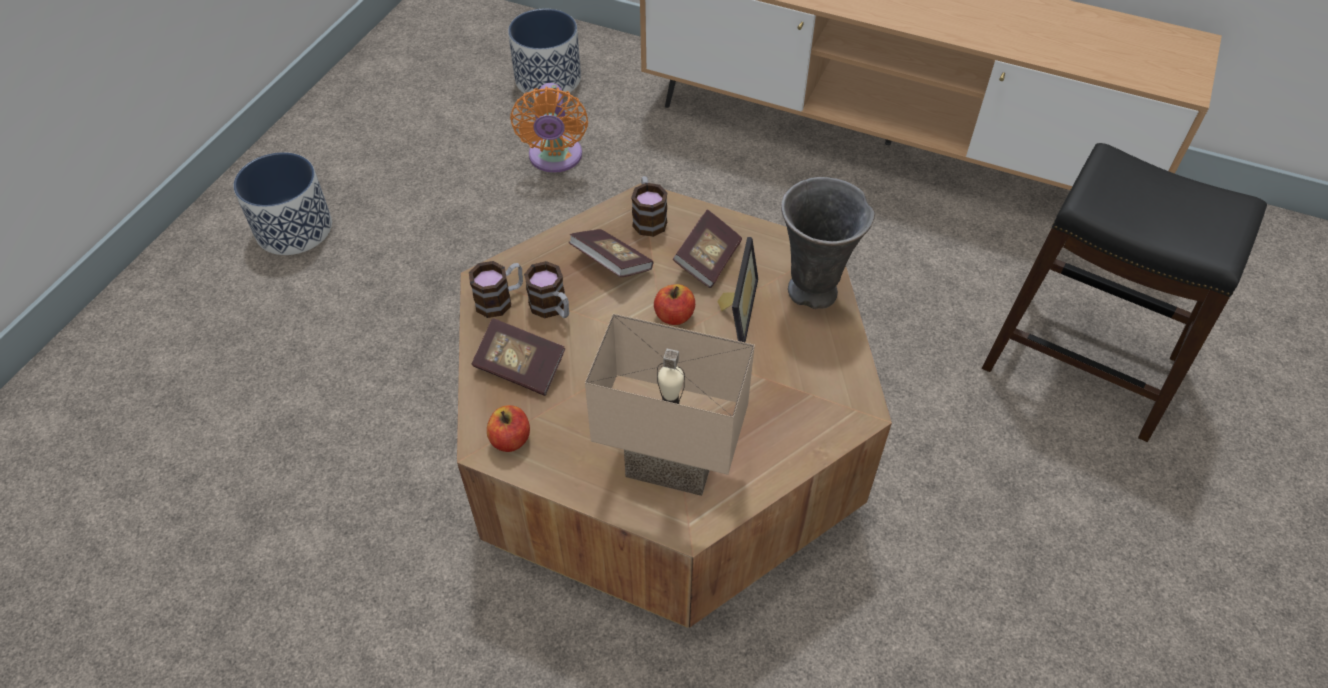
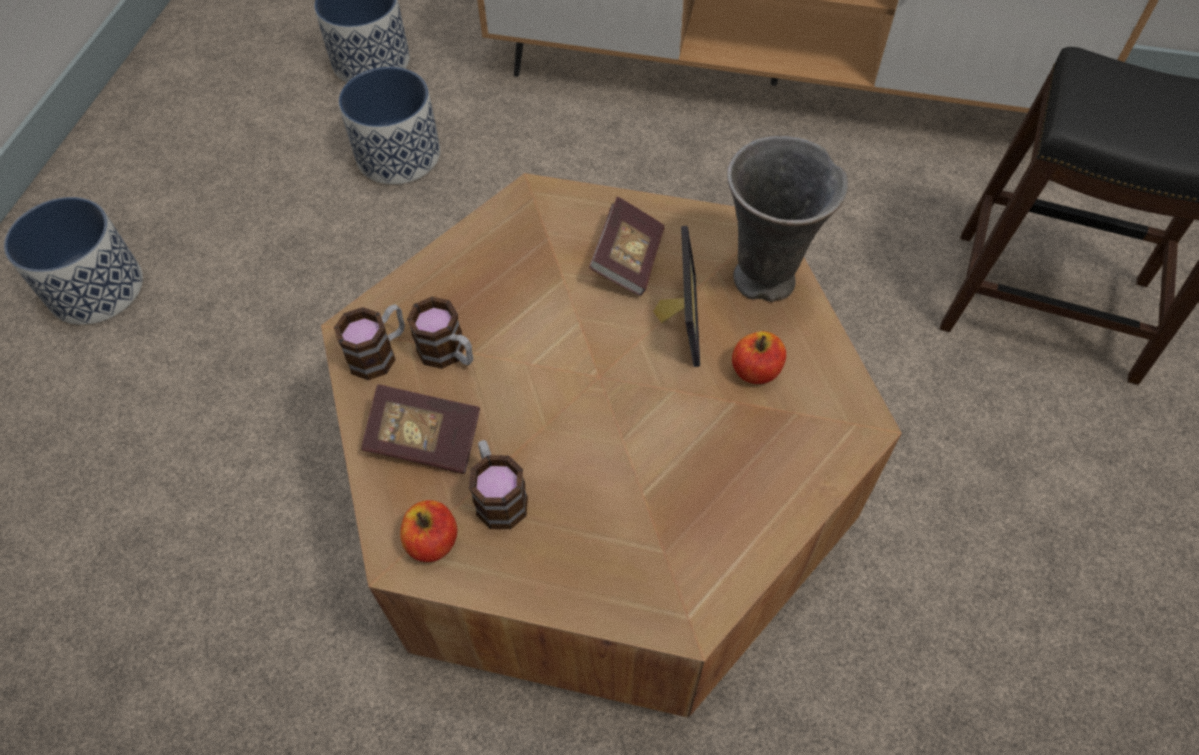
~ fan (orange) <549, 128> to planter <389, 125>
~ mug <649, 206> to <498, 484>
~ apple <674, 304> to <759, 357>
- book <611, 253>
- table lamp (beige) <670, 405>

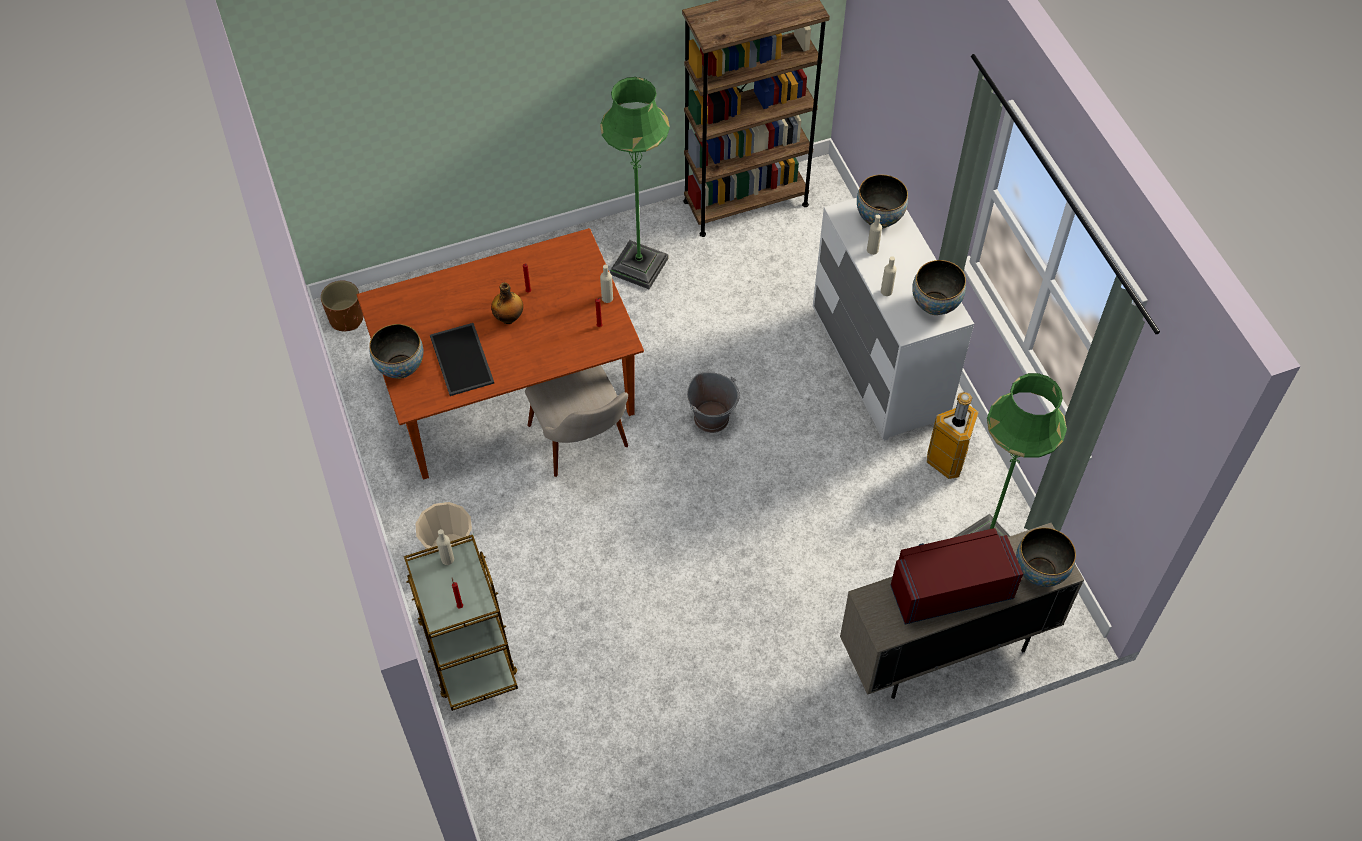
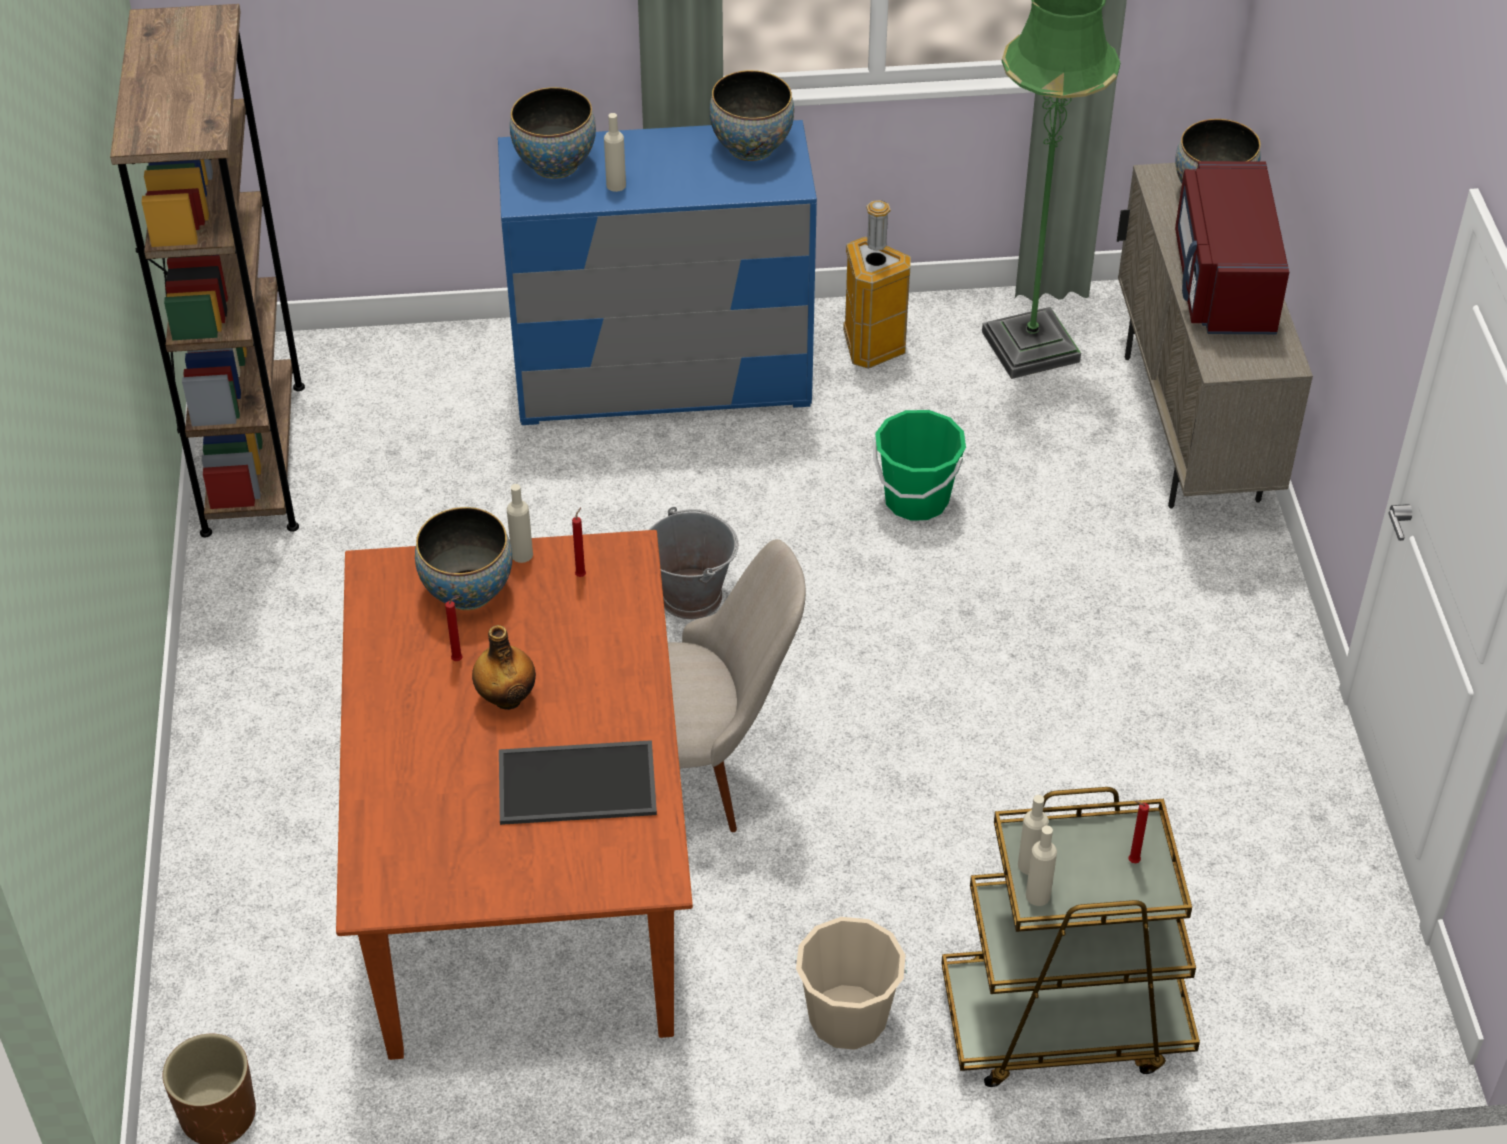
~ bowl <396, 351> to <463, 558>
~ dresser (white) <893, 319> to dresser (blue) <657, 272>
+ bucket (green) <919, 465>
~ bottle (beige) <889, 276> to <1041, 866>
- floor lamp (green) <635, 183>

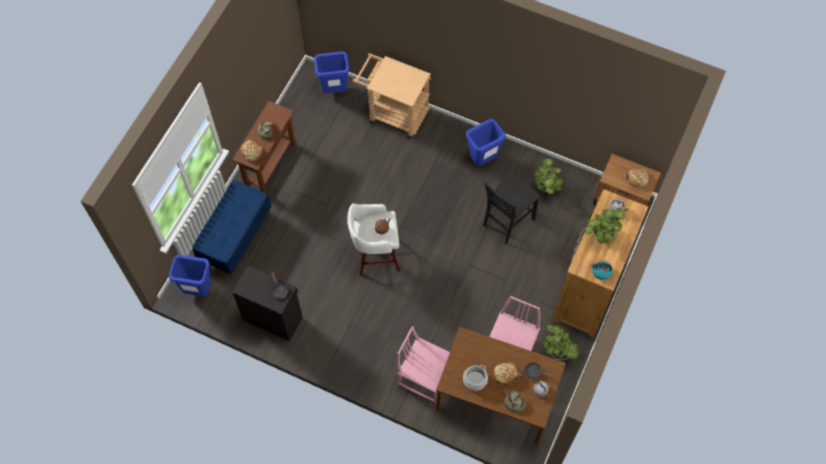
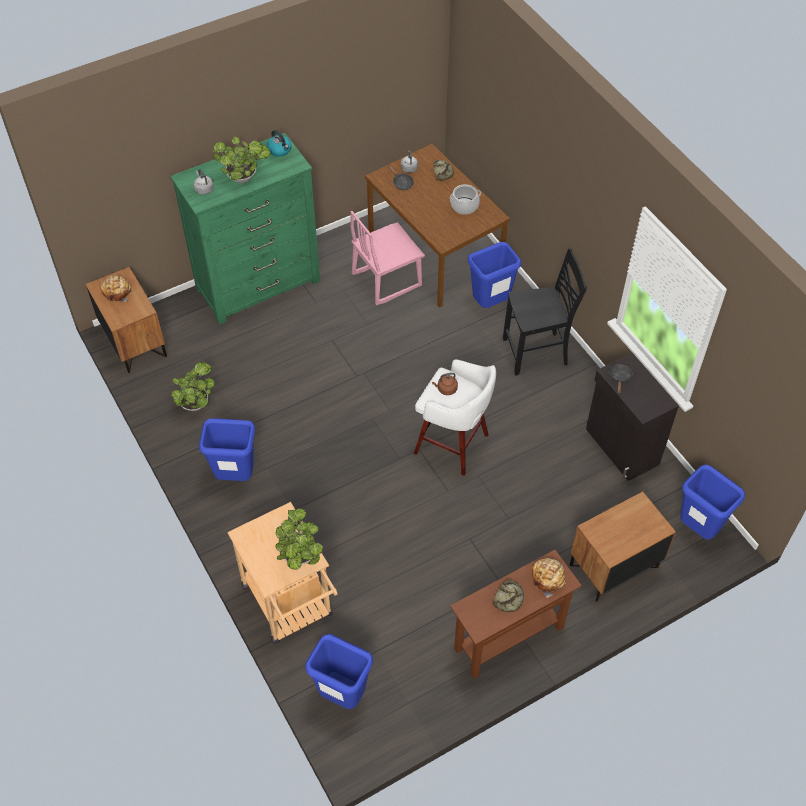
~ dresser (brown) <600, 263> to dresser (green) <245, 228>
~ potted plant <561, 342> to <299, 539>
~ chair (pink) <423, 364> to trash can (blue) <494, 275>
~ chair (black) <511, 208> to <545, 312>
~ bench (blue) <231, 228> to nightstand (brown) <623, 547>
- bread <507, 374>

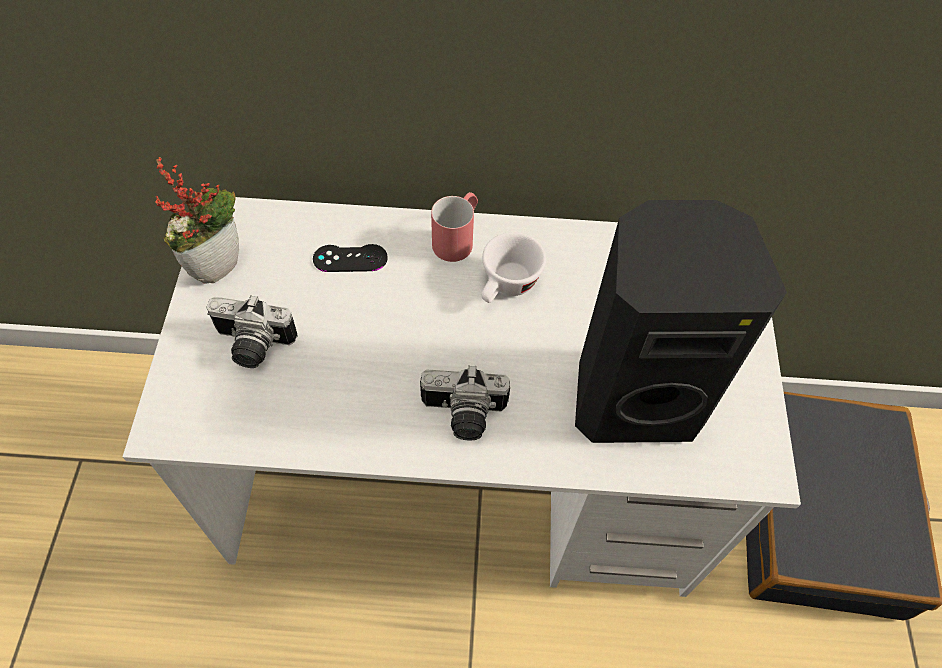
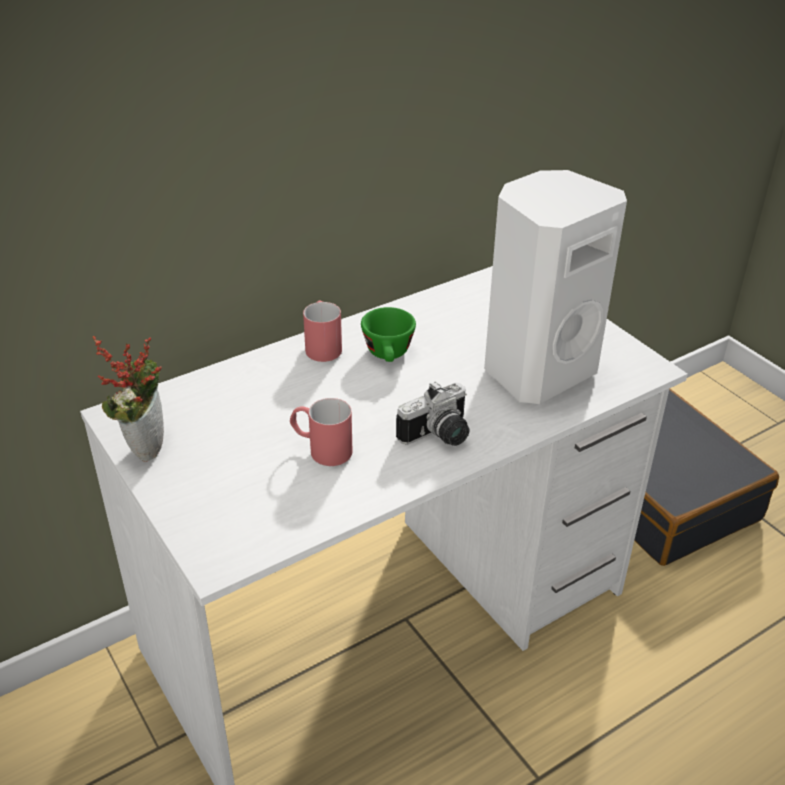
+ mug (red) <321, 432>
~ cup (white) <514, 267> to cup (green) <388, 334>
~ speaker (black) <681, 321> to speaker (white) <555, 287>
- photo camera <252, 331>
- game controller (black) <350, 258>

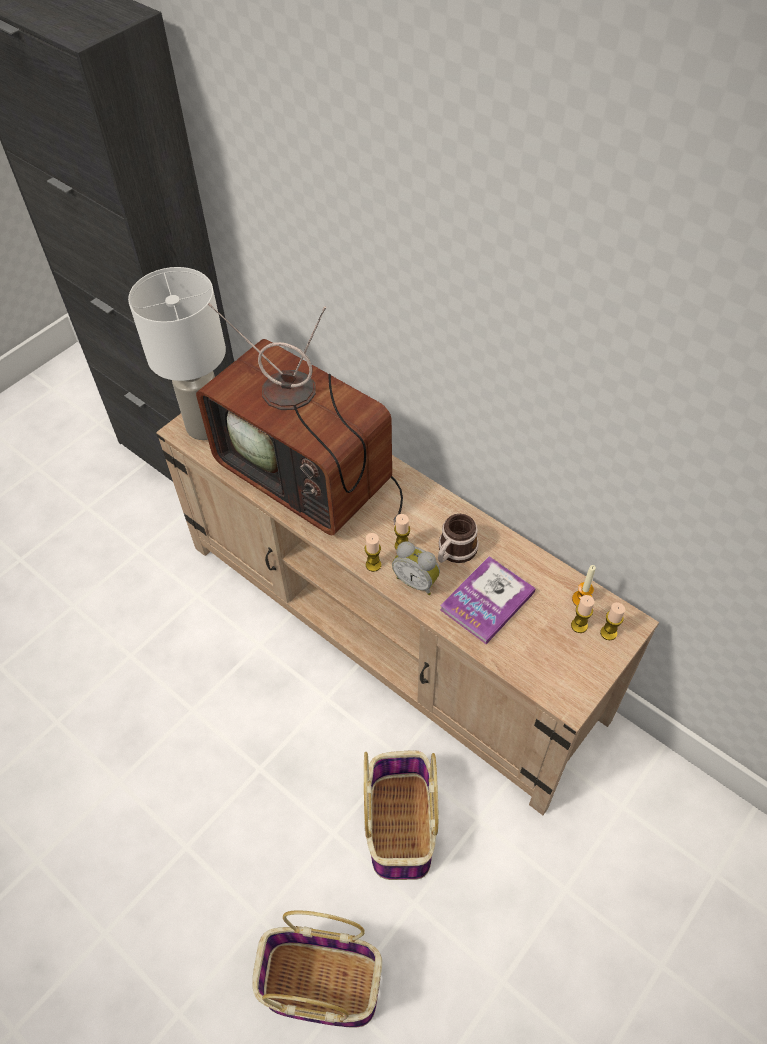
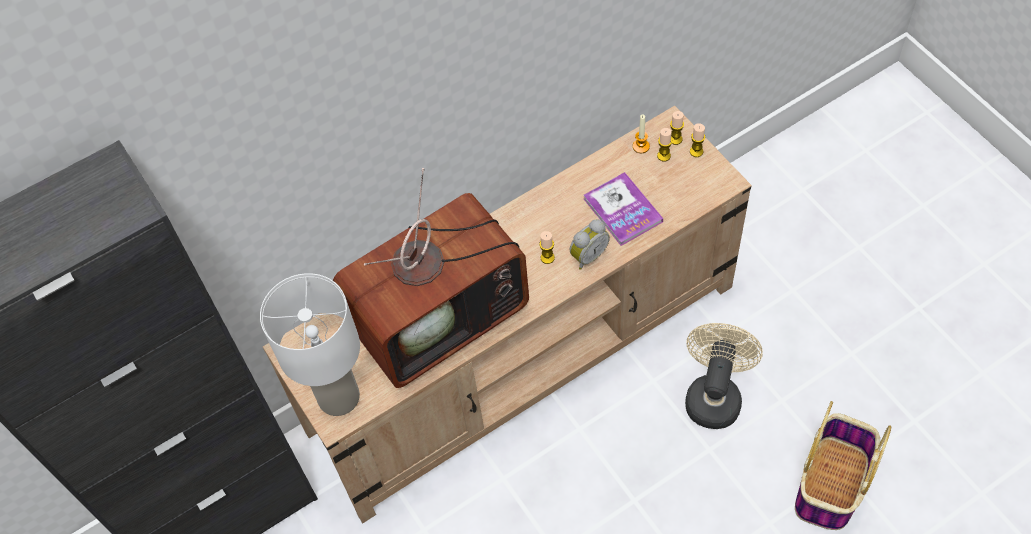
~ basket <401, 815> to fan (beige) <724, 376>
~ candle <373, 552> to <697, 140>
- mug <458, 538>

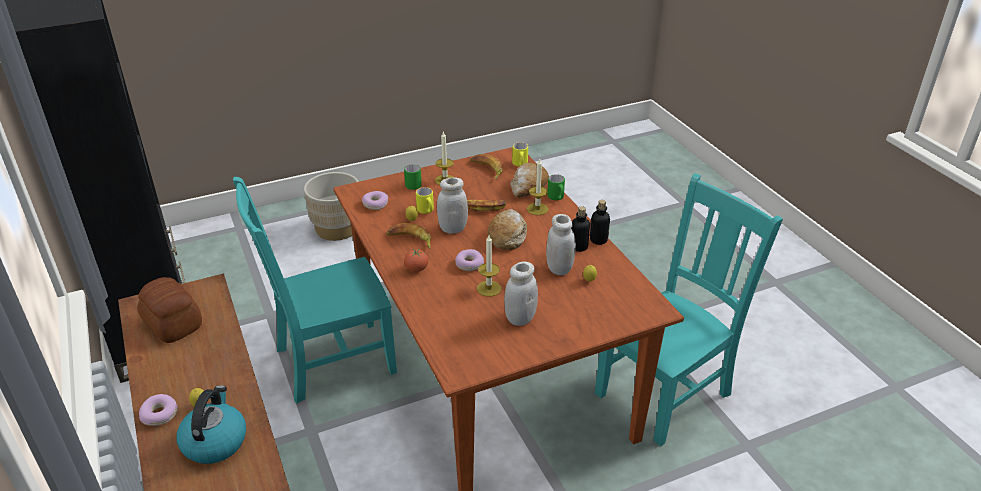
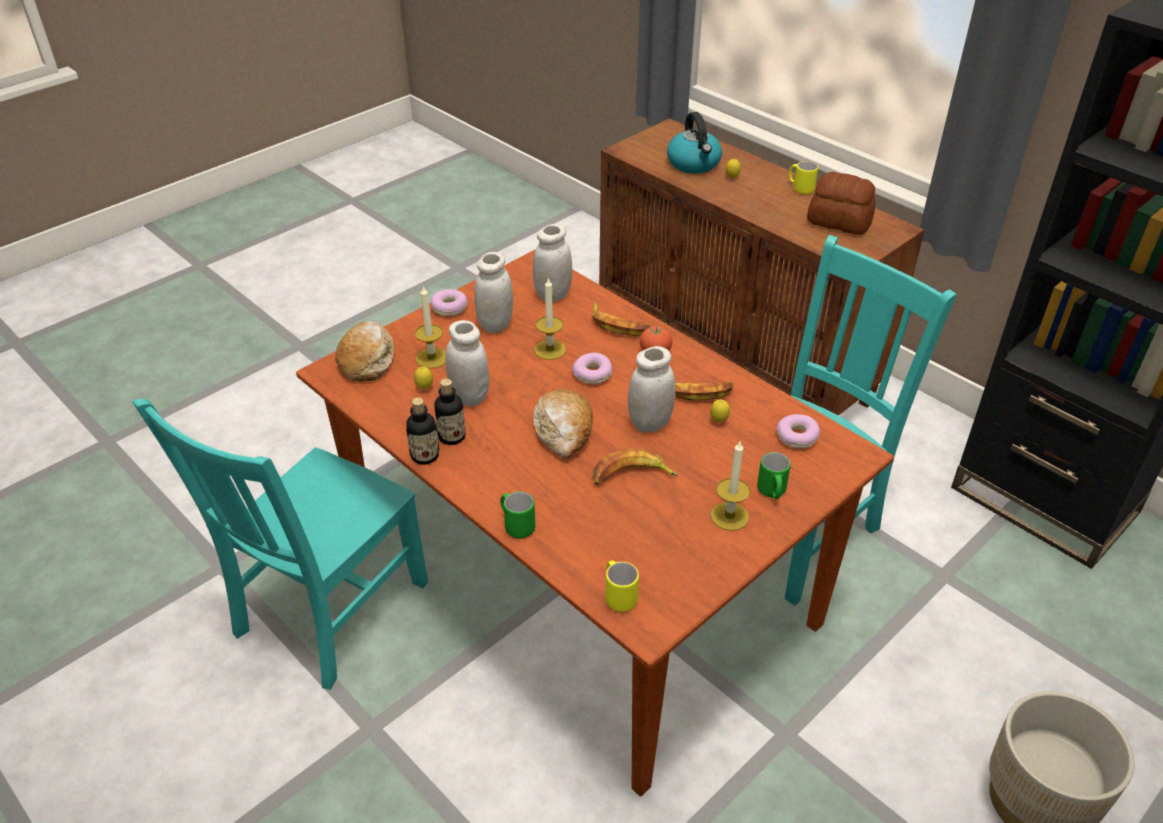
~ bread <529, 180> to <364, 351>
~ candle <537, 186> to <430, 327>
~ donut <158, 410> to <449, 302>
+ jar (white) <552, 263>
~ banana <486, 167> to <621, 319>
~ mug (yellow) <425, 200> to <803, 177>

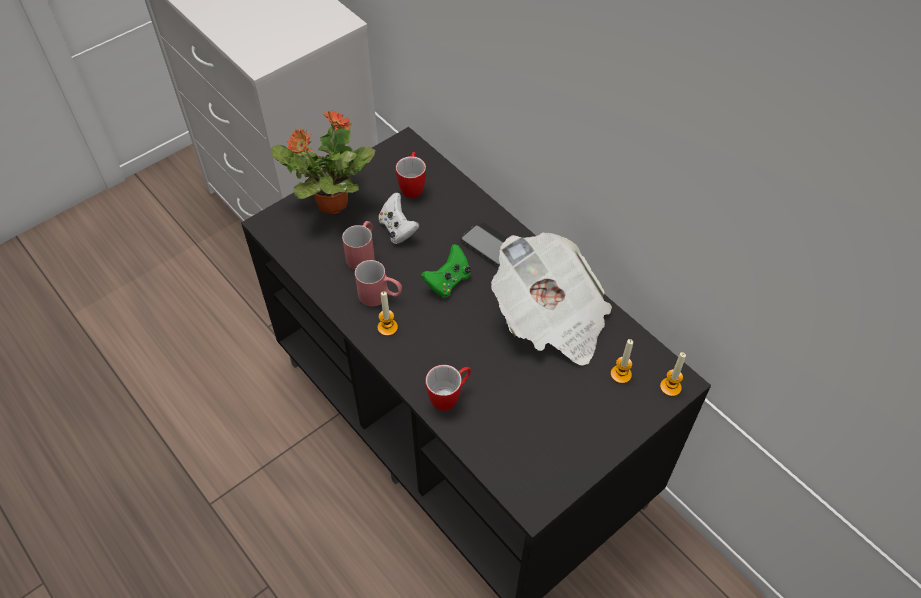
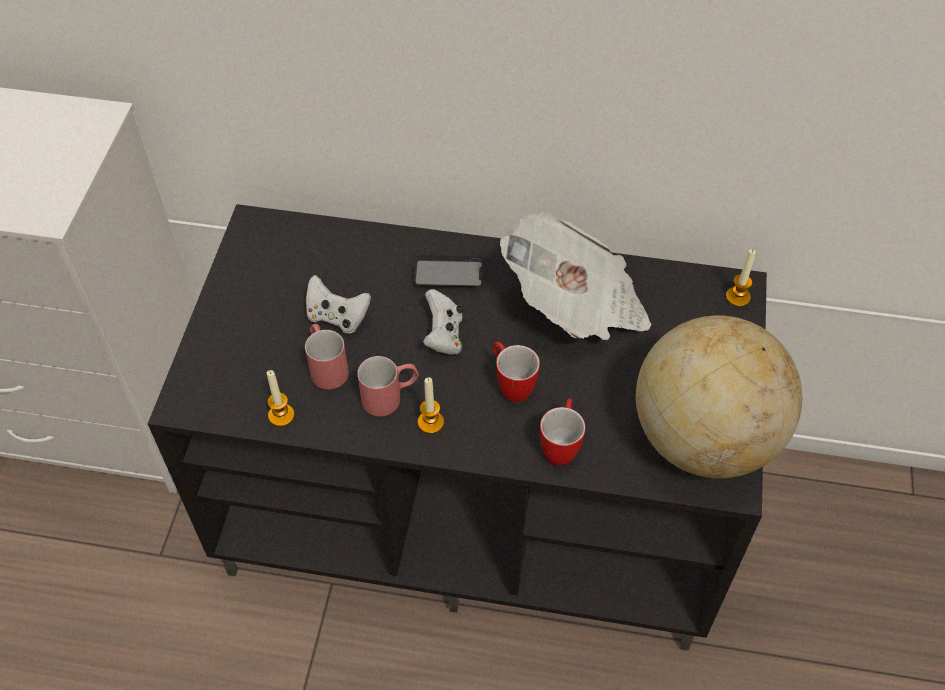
~ candle <622, 361> to <281, 398>
~ game controller (green) <446, 270> to game controller (white) <443, 322>
~ mug <411, 175> to <516, 372>
+ globe <719, 396>
- potted plant <323, 162>

